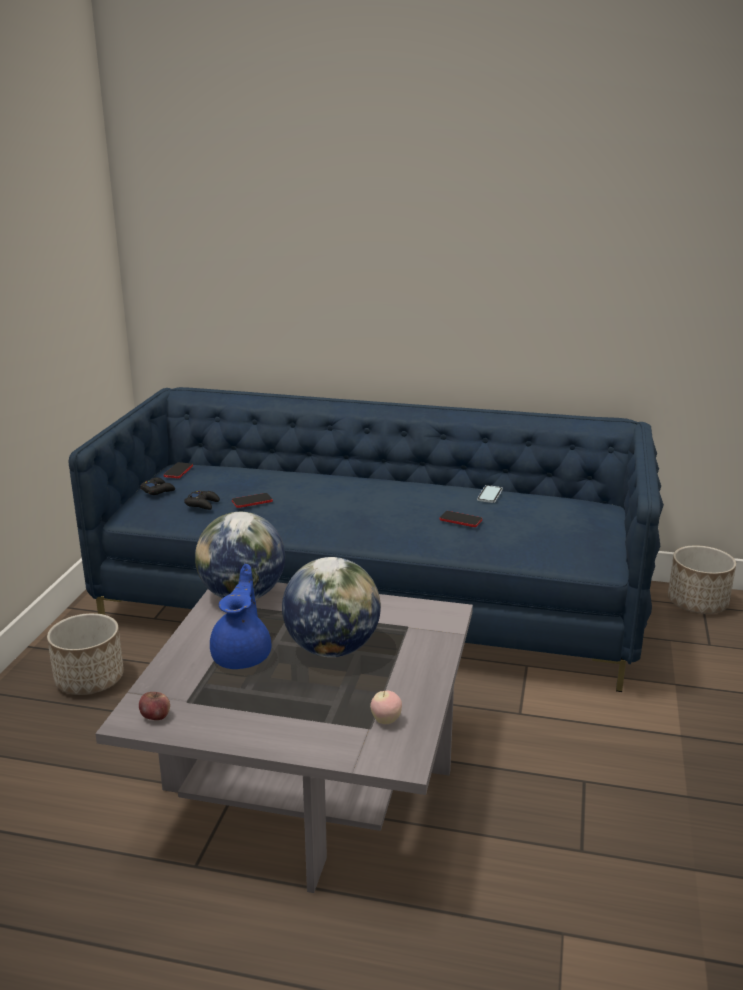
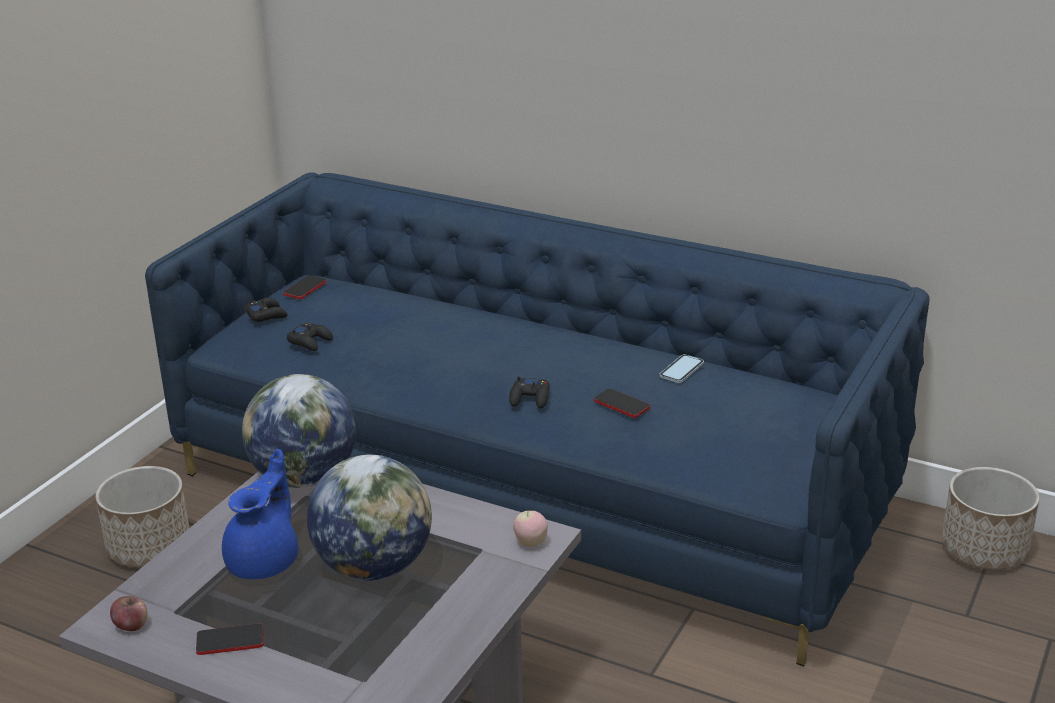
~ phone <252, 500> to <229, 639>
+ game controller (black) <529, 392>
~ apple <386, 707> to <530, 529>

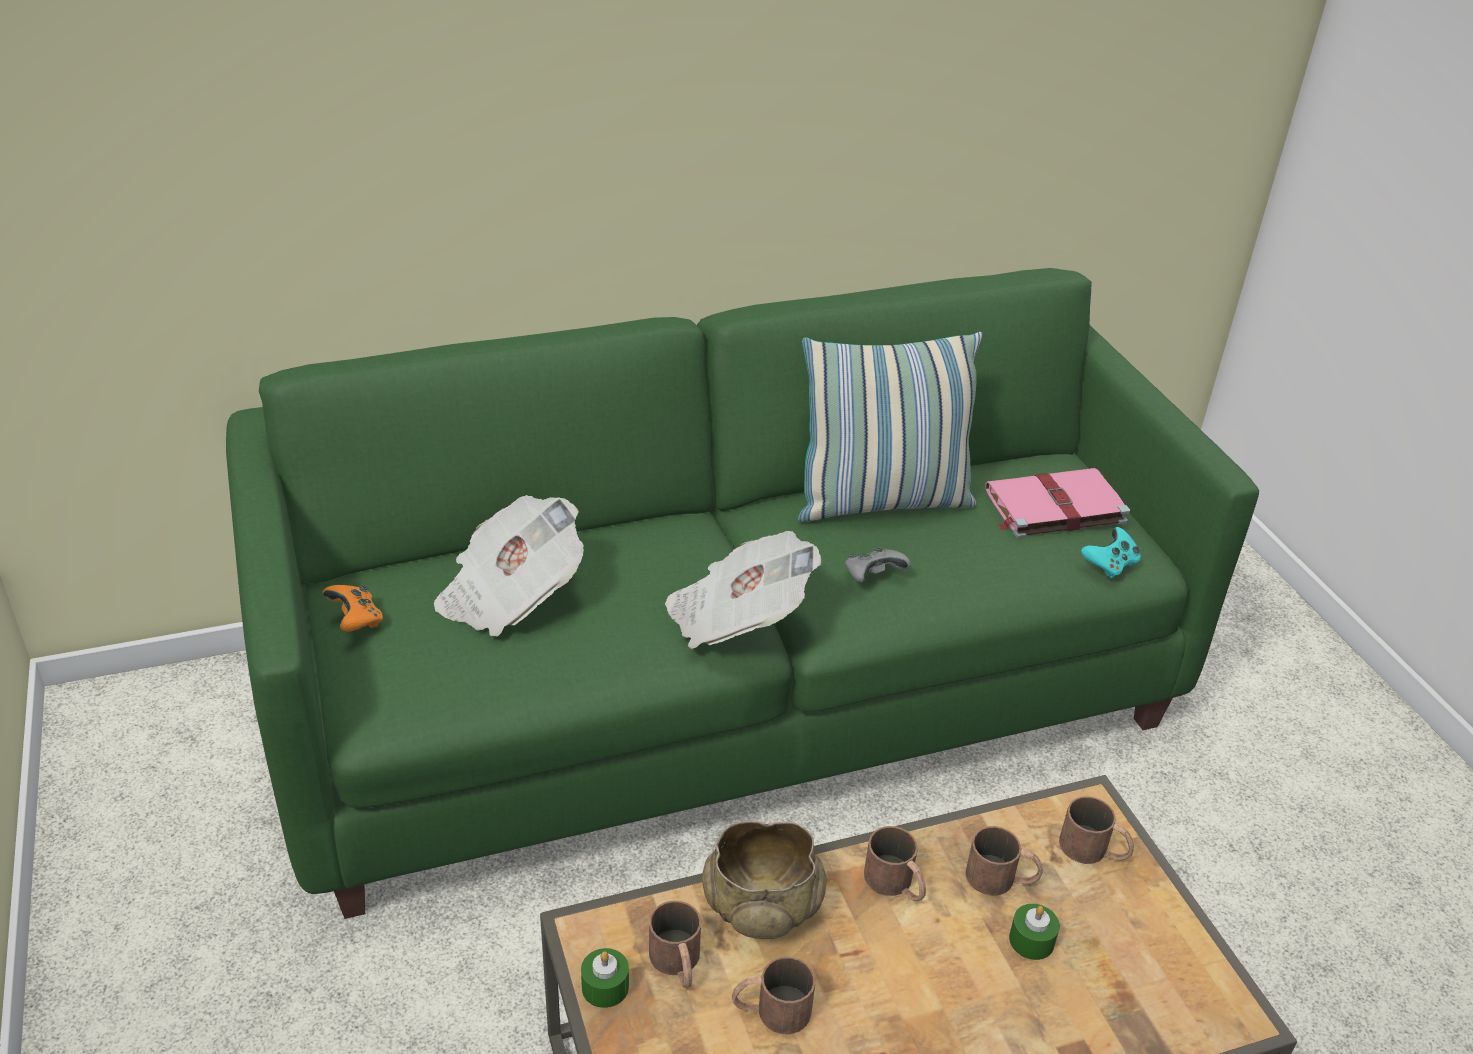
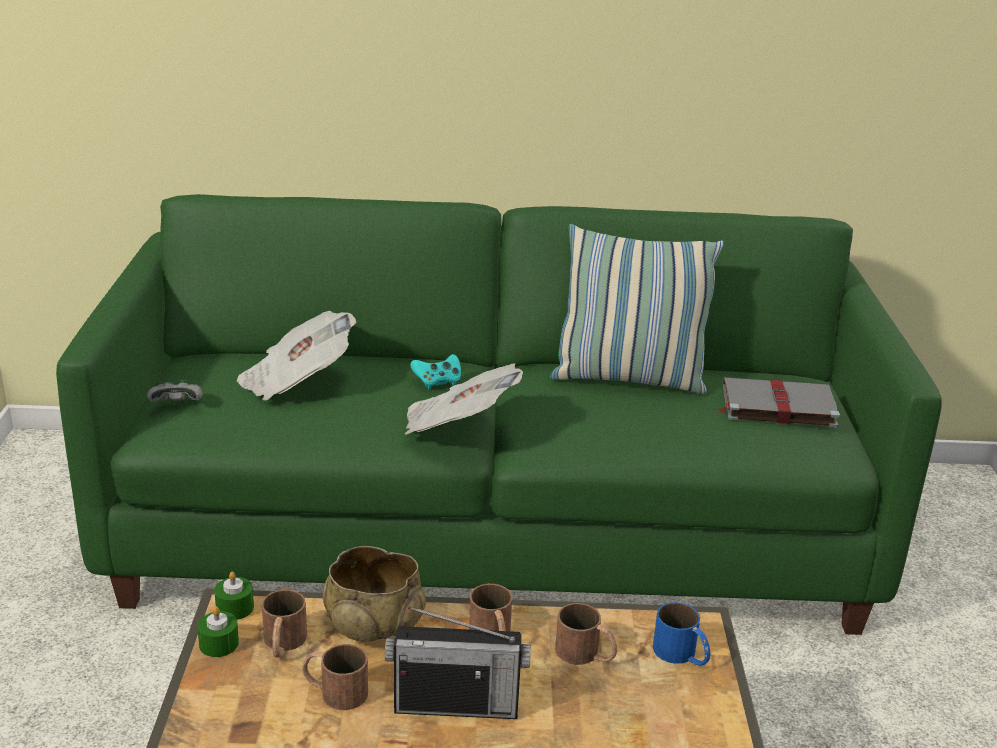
~ game controller (grey) <878, 565> to <174, 391>
~ candle (green) <1034, 932> to <234, 596>
+ radio <458, 662>
~ game controller (turquoise) <1111, 553> to <435, 372>
~ mug (brown) <1096, 830> to mug (blue) <681, 634>
~ book (pink) <1058, 503> to book (grey) <779, 402>
- game controller (orange) <352, 608>

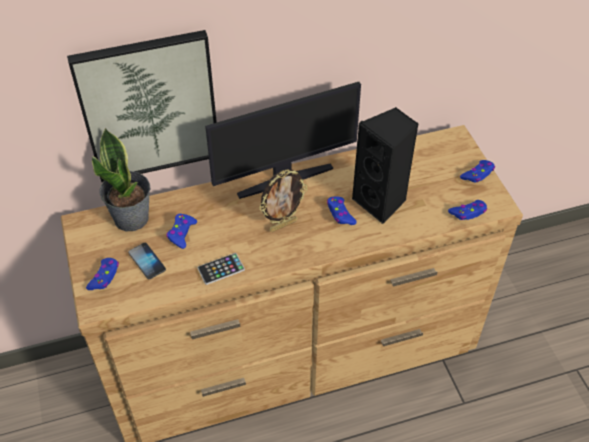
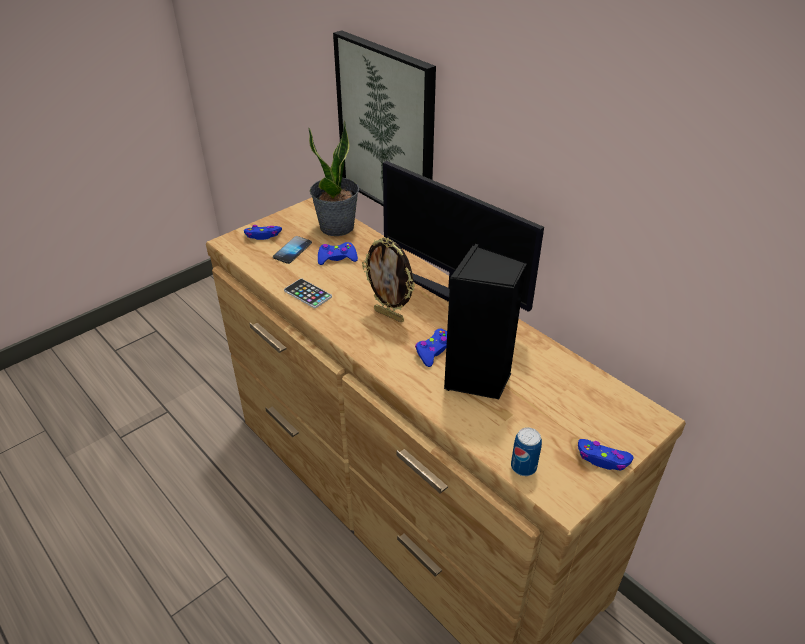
~ game controller (blue) <467, 210> to can <526, 452>

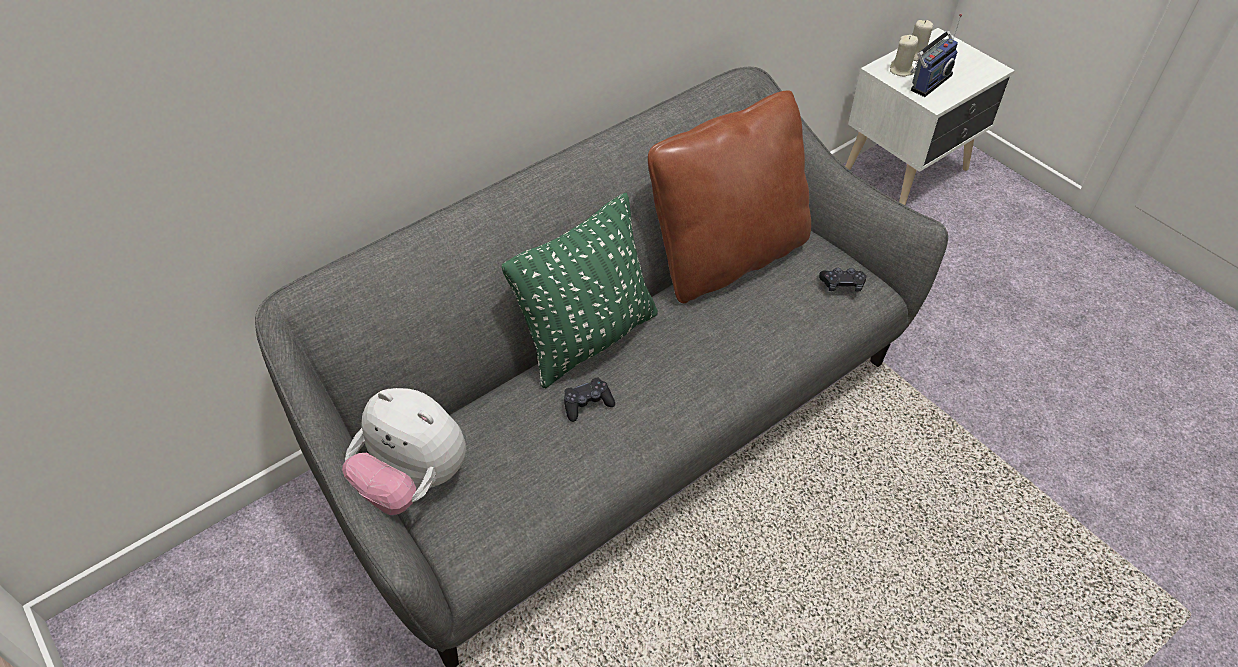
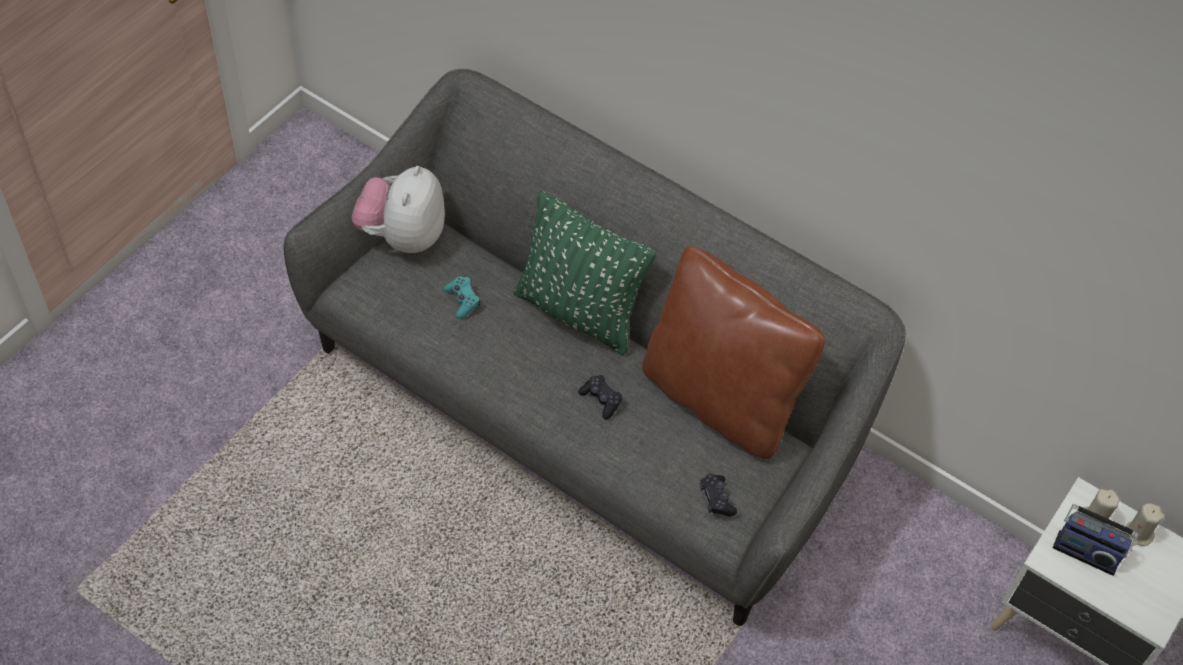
+ game controller (turquoise) <462, 297>
~ game controller (black) <589, 400> to <600, 397>

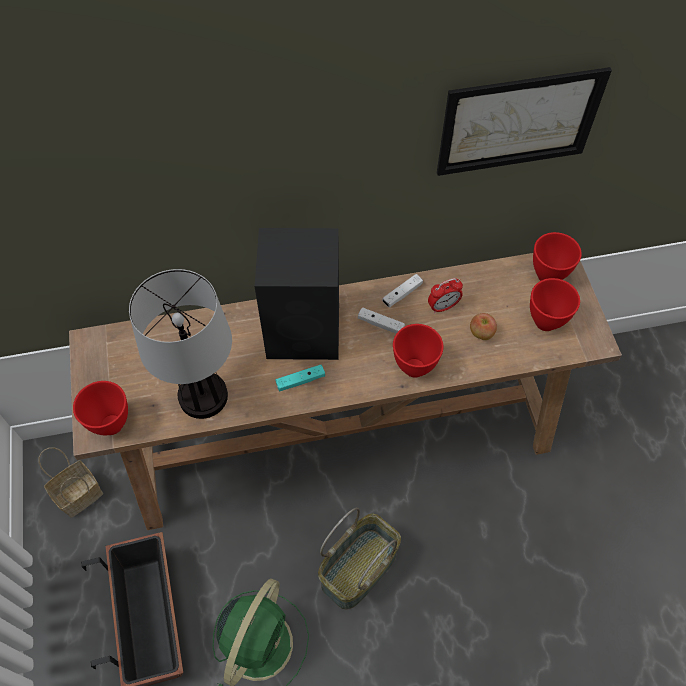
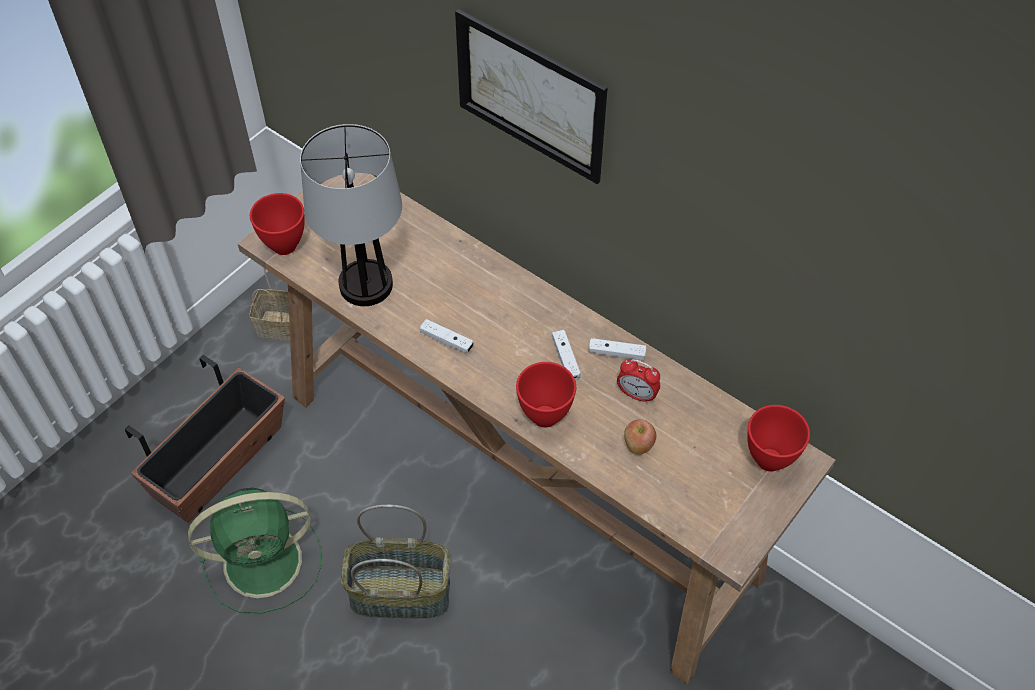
~ game controller (turquoise) <300, 378> to game controller (white) <447, 336>
~ picture <524, 121> to <531, 96>
- speaker (black) <297, 294>
- bowl (red) <555, 304>

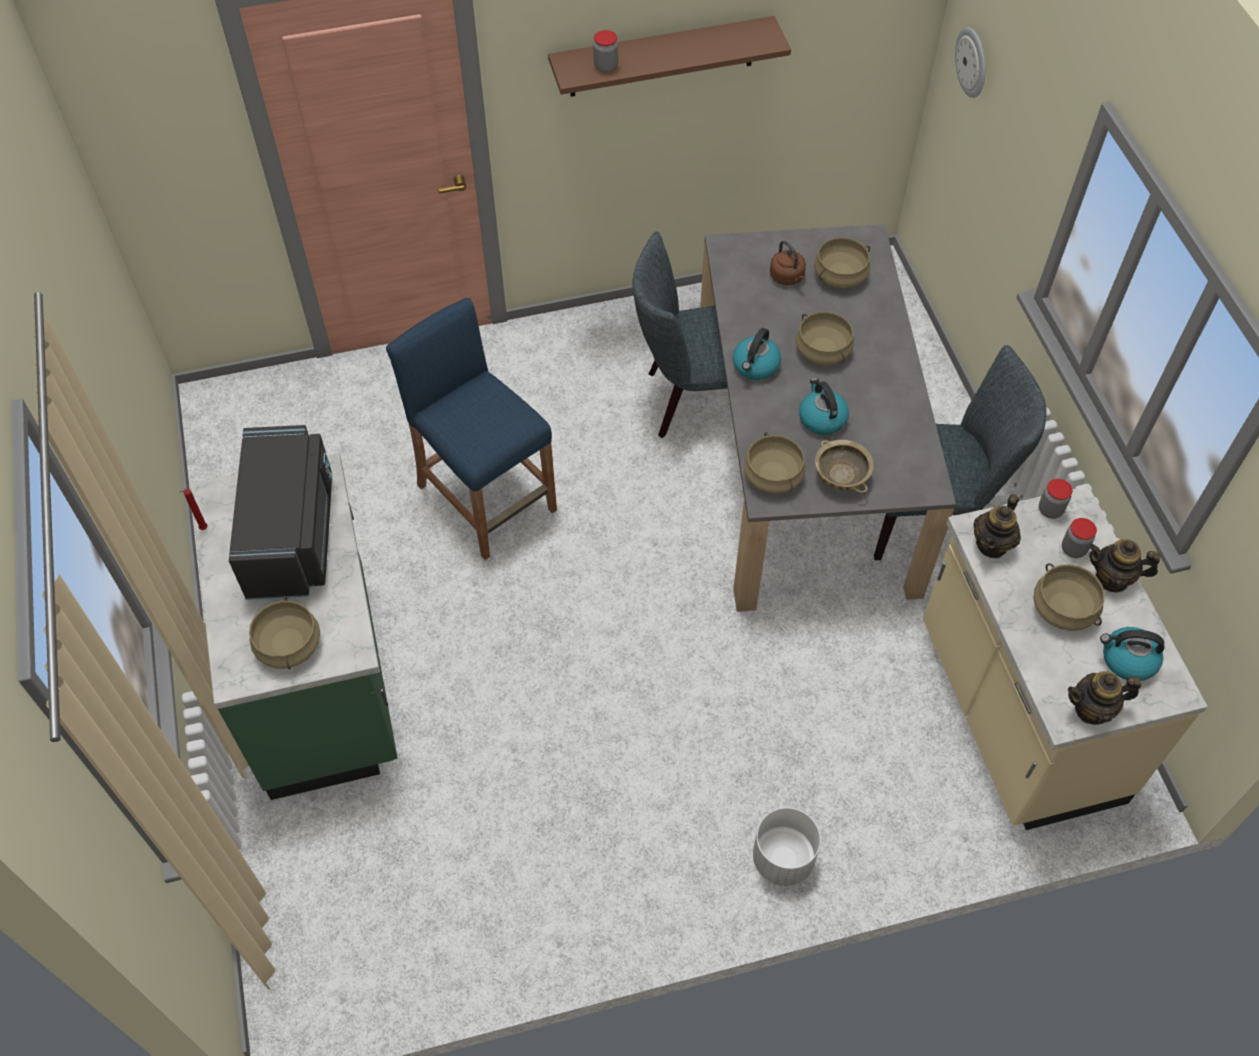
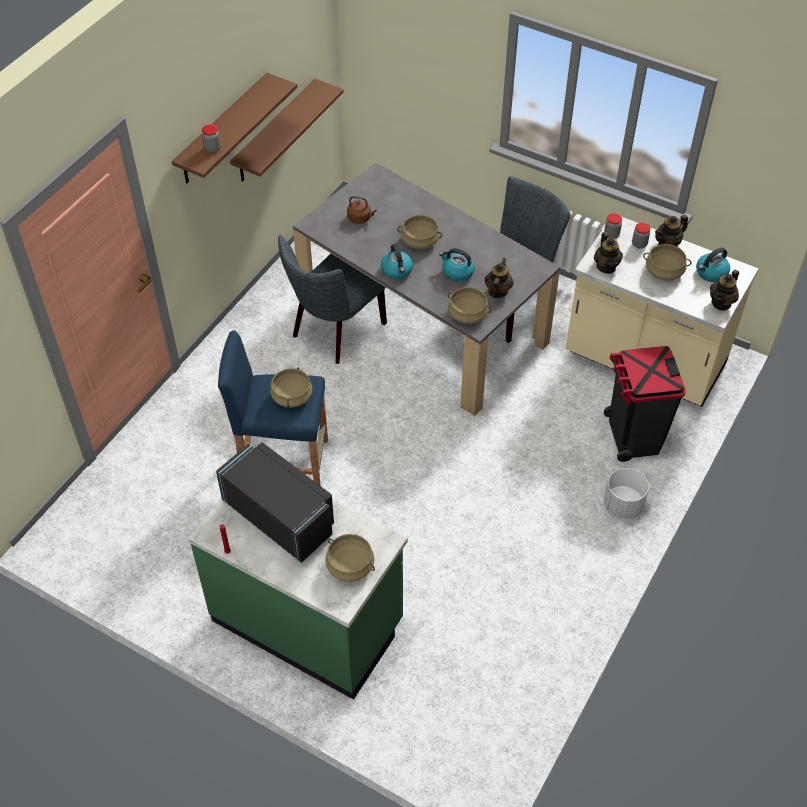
+ shelf (brown) <286, 130>
~ cooking pot (beige) <842, 262> to <291, 387>
~ bowl (beige) <844, 466> to teapot <499, 278>
+ trash can (black) <645, 404>
- wall clock <970, 62>

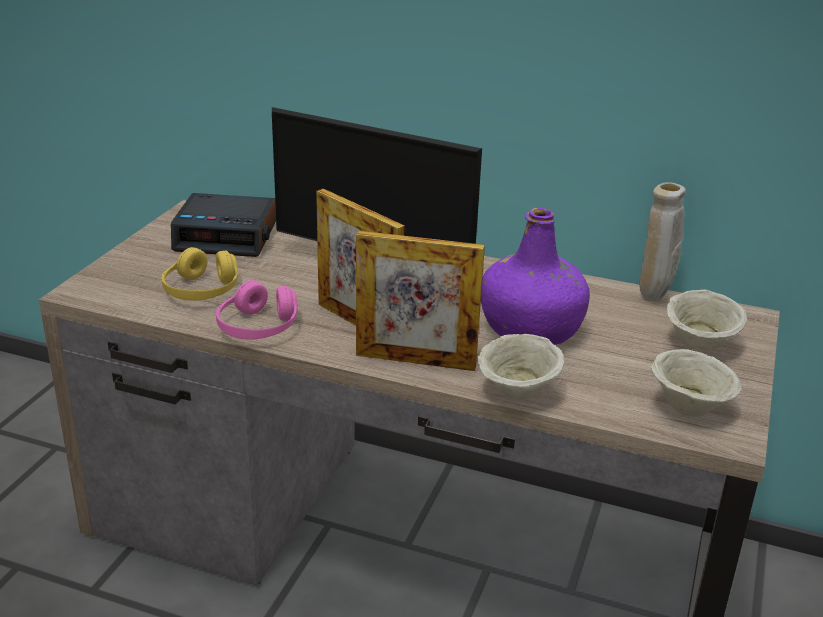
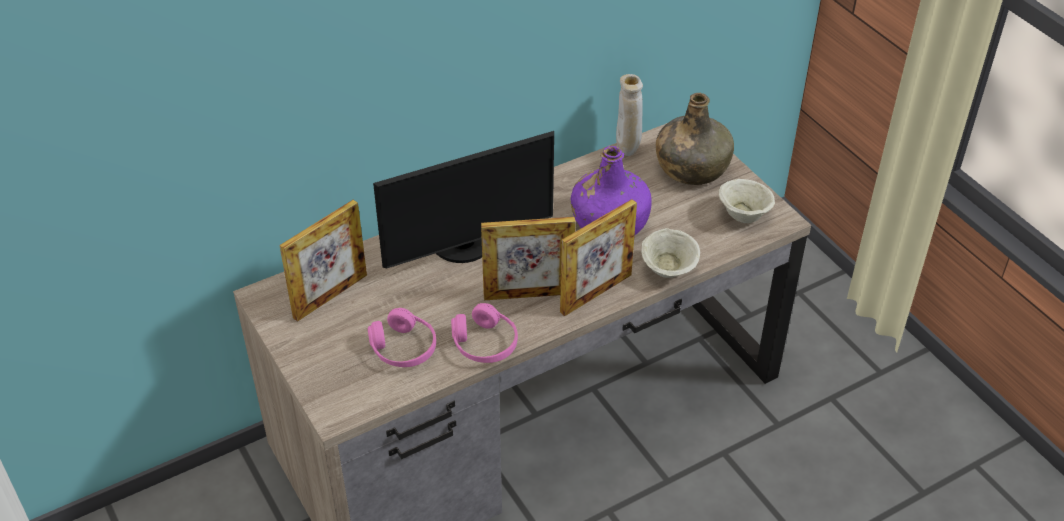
~ alarm clock <223, 225> to picture frame <323, 261>
~ headphones (yellow) <200, 274> to headphones (pink) <402, 337>
~ bowl (beige) <707, 320> to bottle (green) <695, 139>

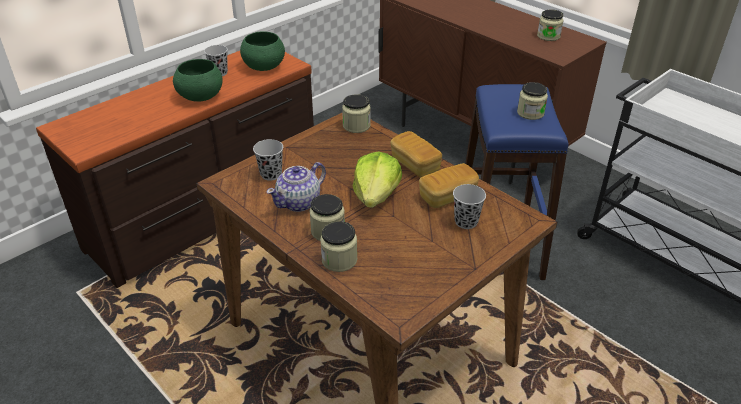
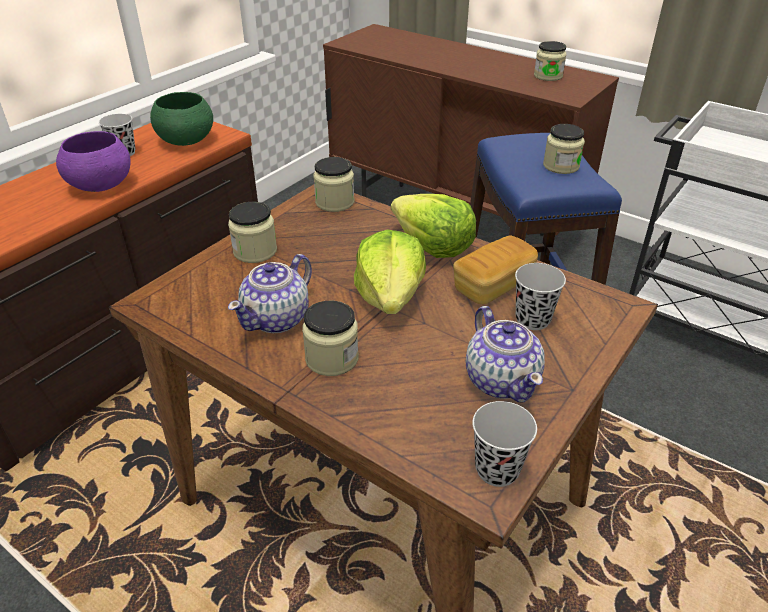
~ bowl (green) <198, 80> to bowl (purple) <93, 161>
~ jar <338, 246> to <252, 232>
~ bread <416, 154> to lettuce <433, 226>
+ teapot <505, 354>
~ cup (black) <268, 160> to <504, 444>

